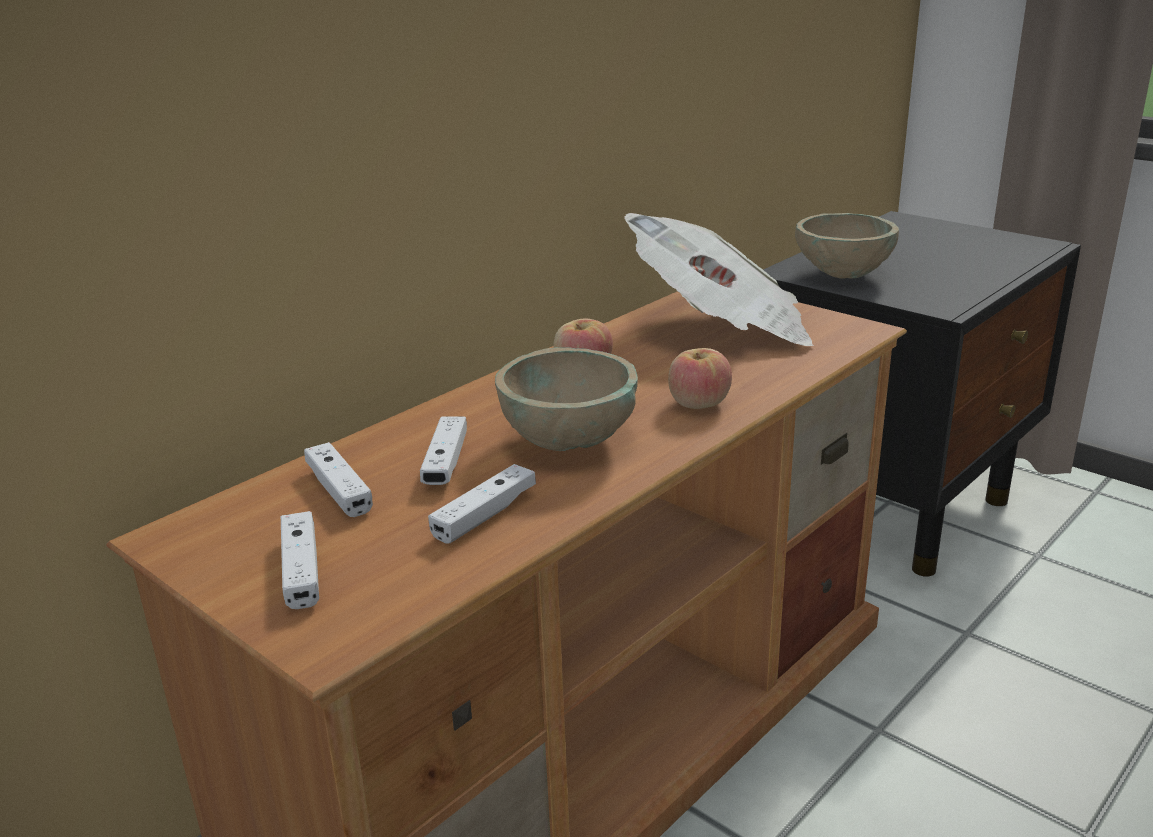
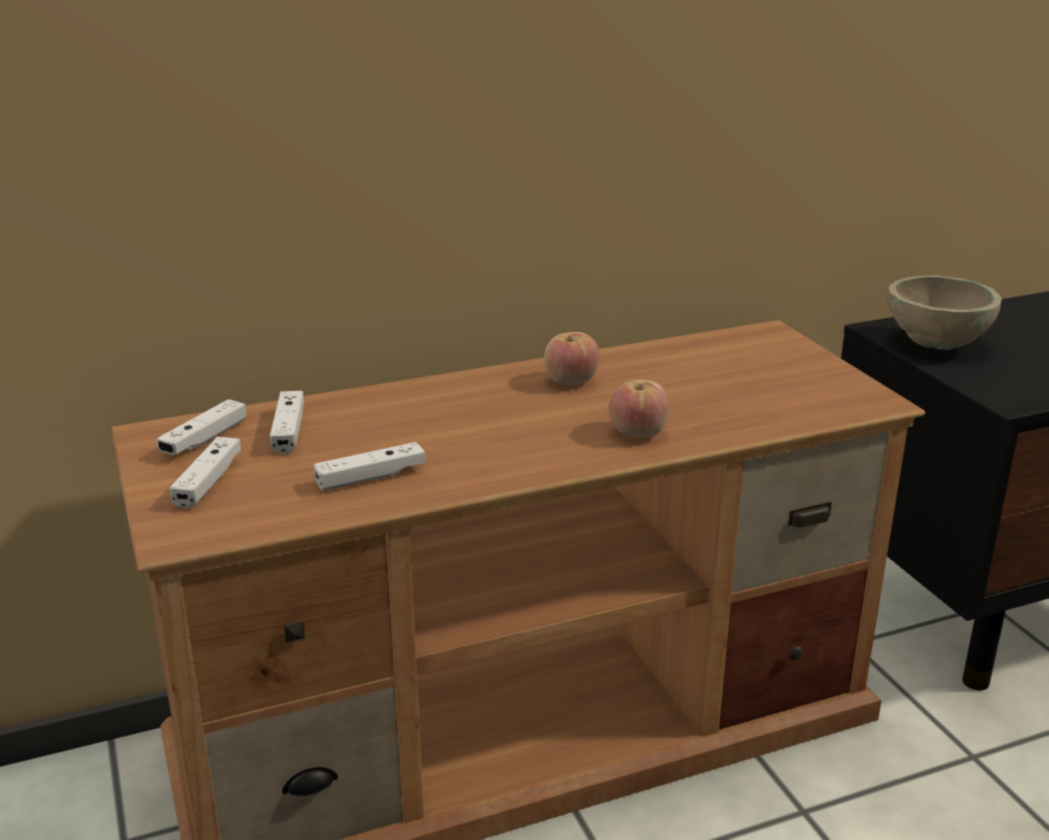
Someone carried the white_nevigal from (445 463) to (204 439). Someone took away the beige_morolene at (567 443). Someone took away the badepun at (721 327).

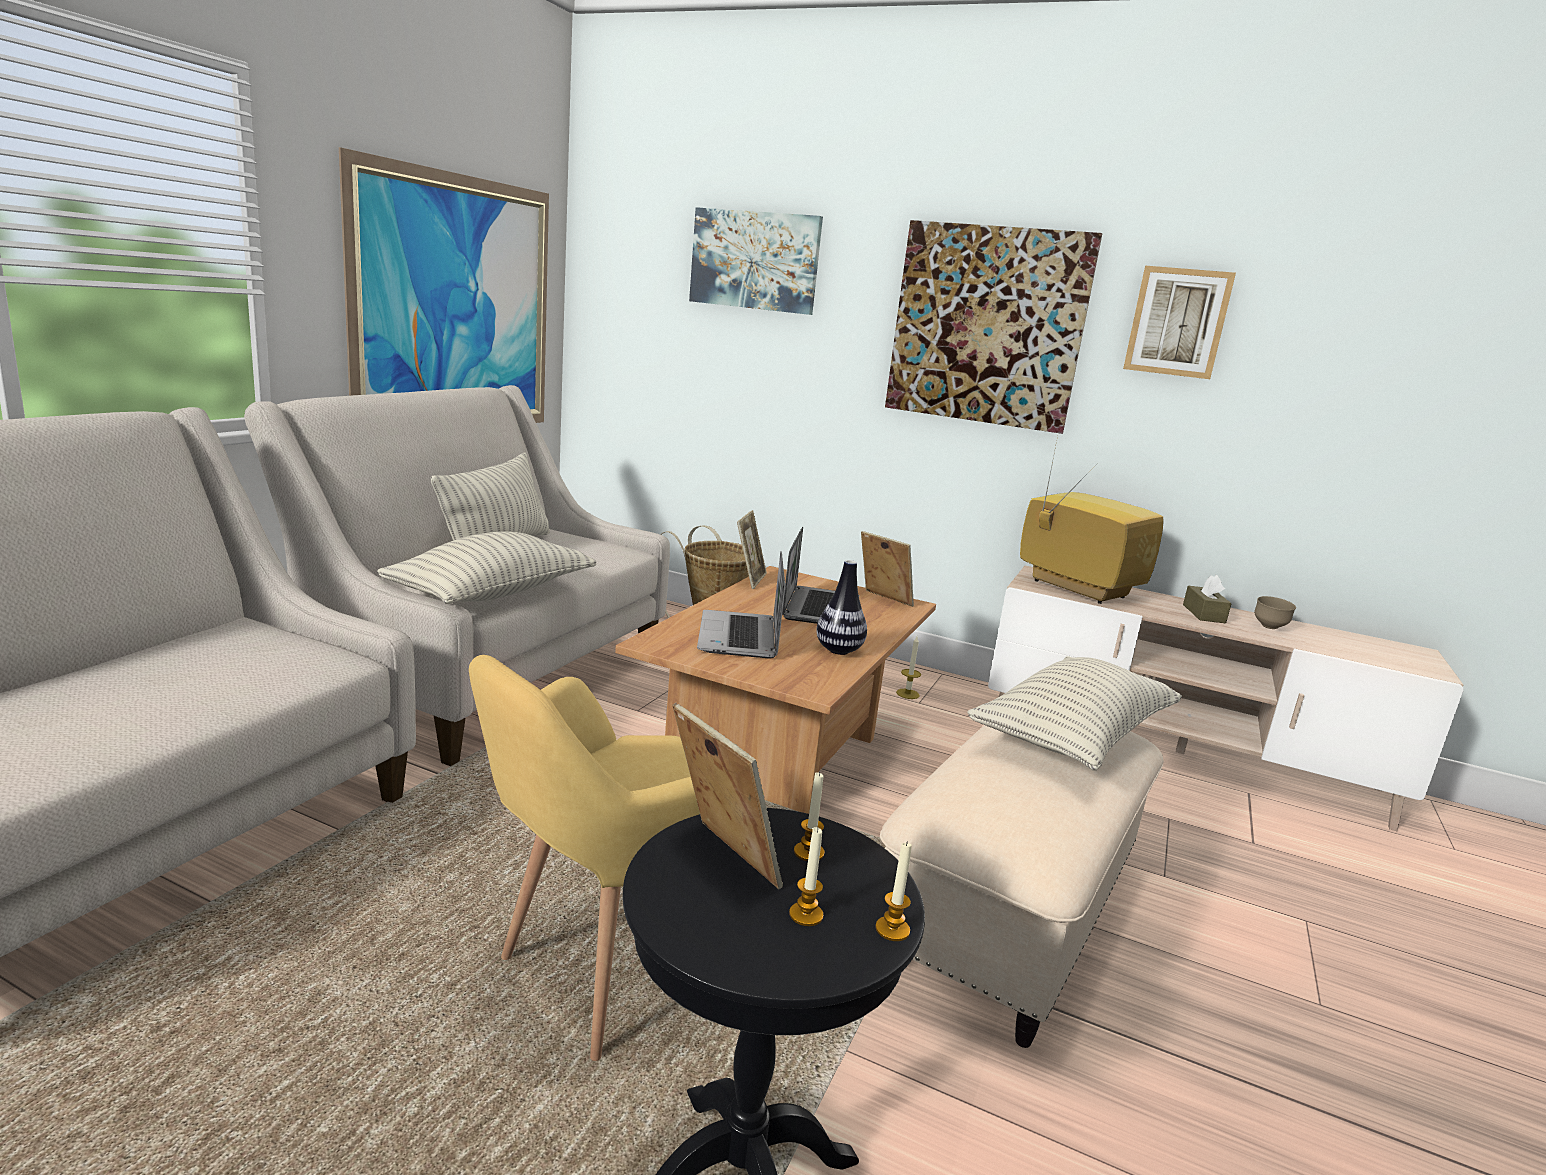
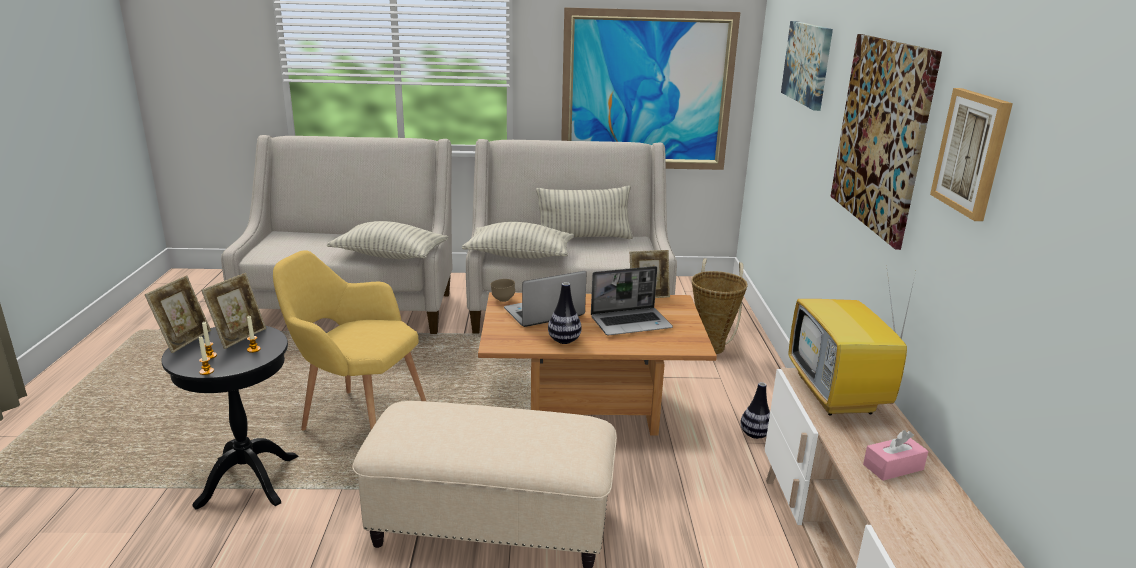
Someone carried the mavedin from (882 600) to (184 340). Someone carried the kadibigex from (1073 737) to (390 256). Someone carried the brown_morolene from (1269 627) to (502 300). Someone swapped the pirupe at (907 694) for the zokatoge at (755 435). Someone rotated the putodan at (1075 588) by 150 degrees clockwise. Someone repainted the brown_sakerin at (1203 614), which became the pink_sakerin at (893 467).

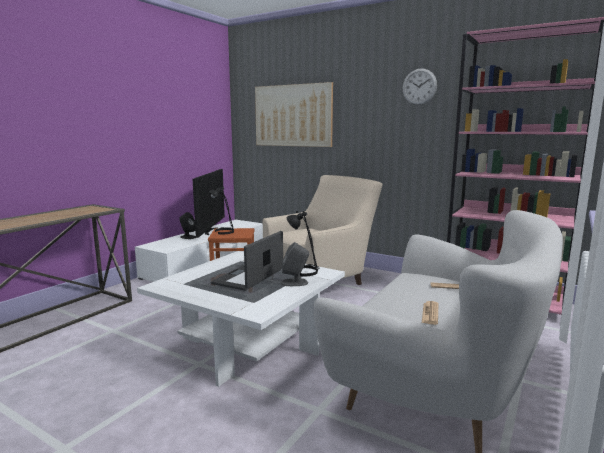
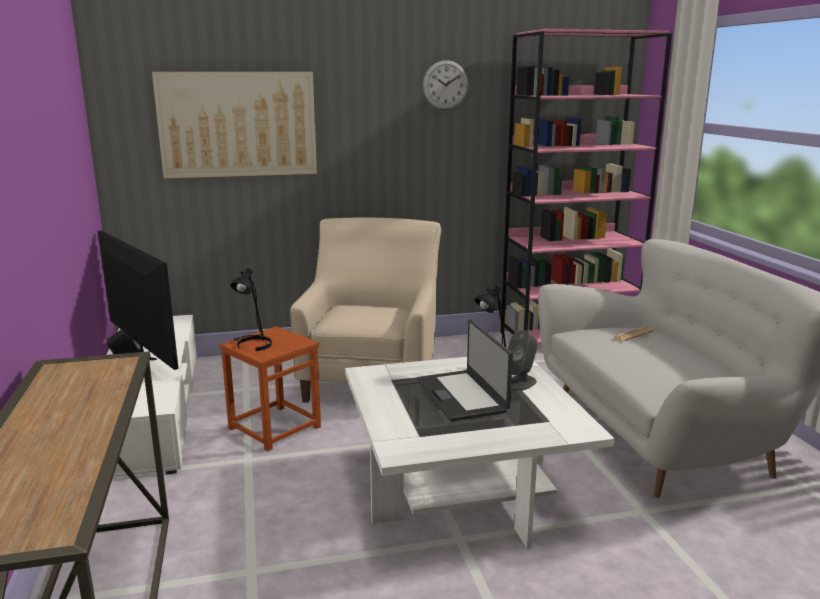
Someone took away the badepun at (430 313).

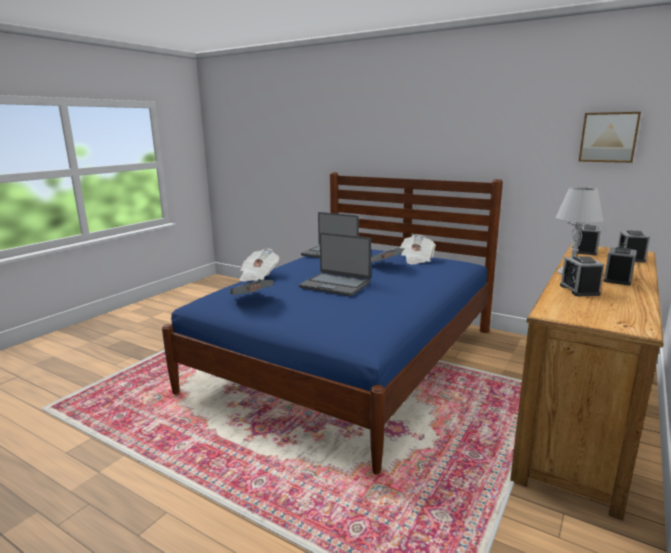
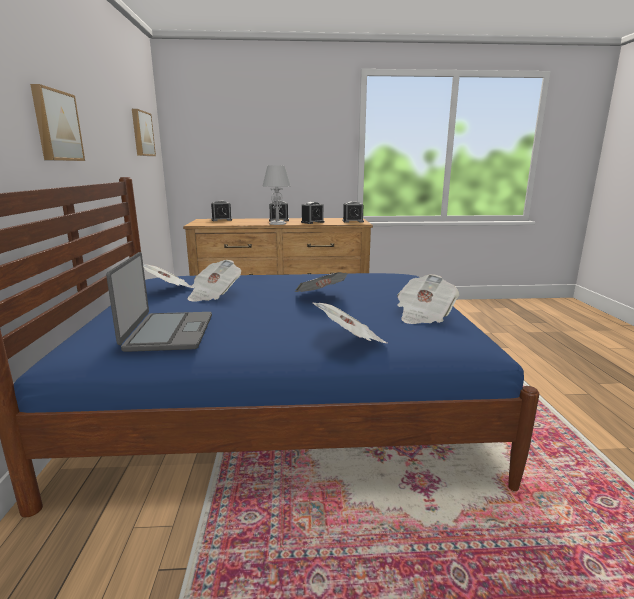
Someone put up the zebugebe at (56 126). Someone swapped the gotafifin at (335 285) for the badepun at (320 297). Someone carried the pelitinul from (586 251) to (353 221).

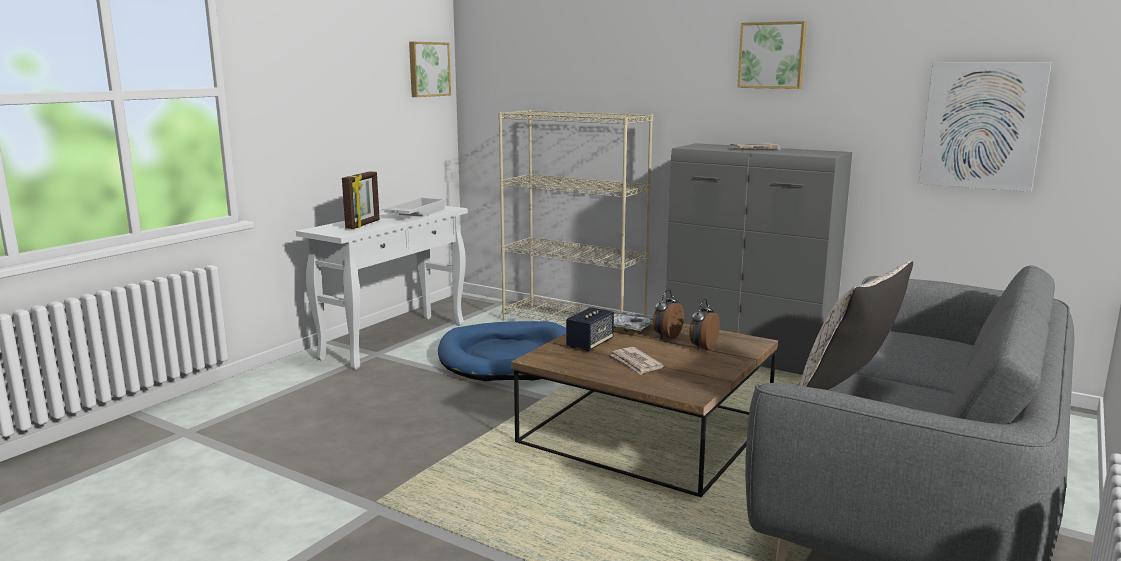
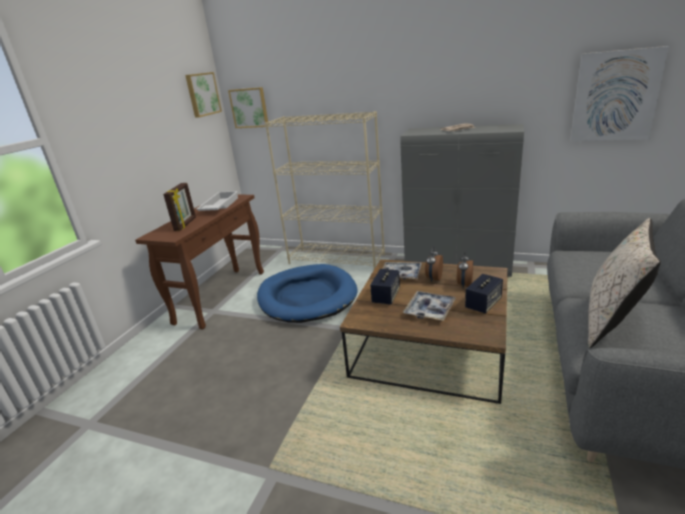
Someone repainted the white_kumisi at (395 340), which became the brown_kumisi at (222 296). Someone carried the zebugebe from (772 55) to (249 108). Someone swapped the badepun at (636 363) for the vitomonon at (429 310). Someone put down the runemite at (483 304).

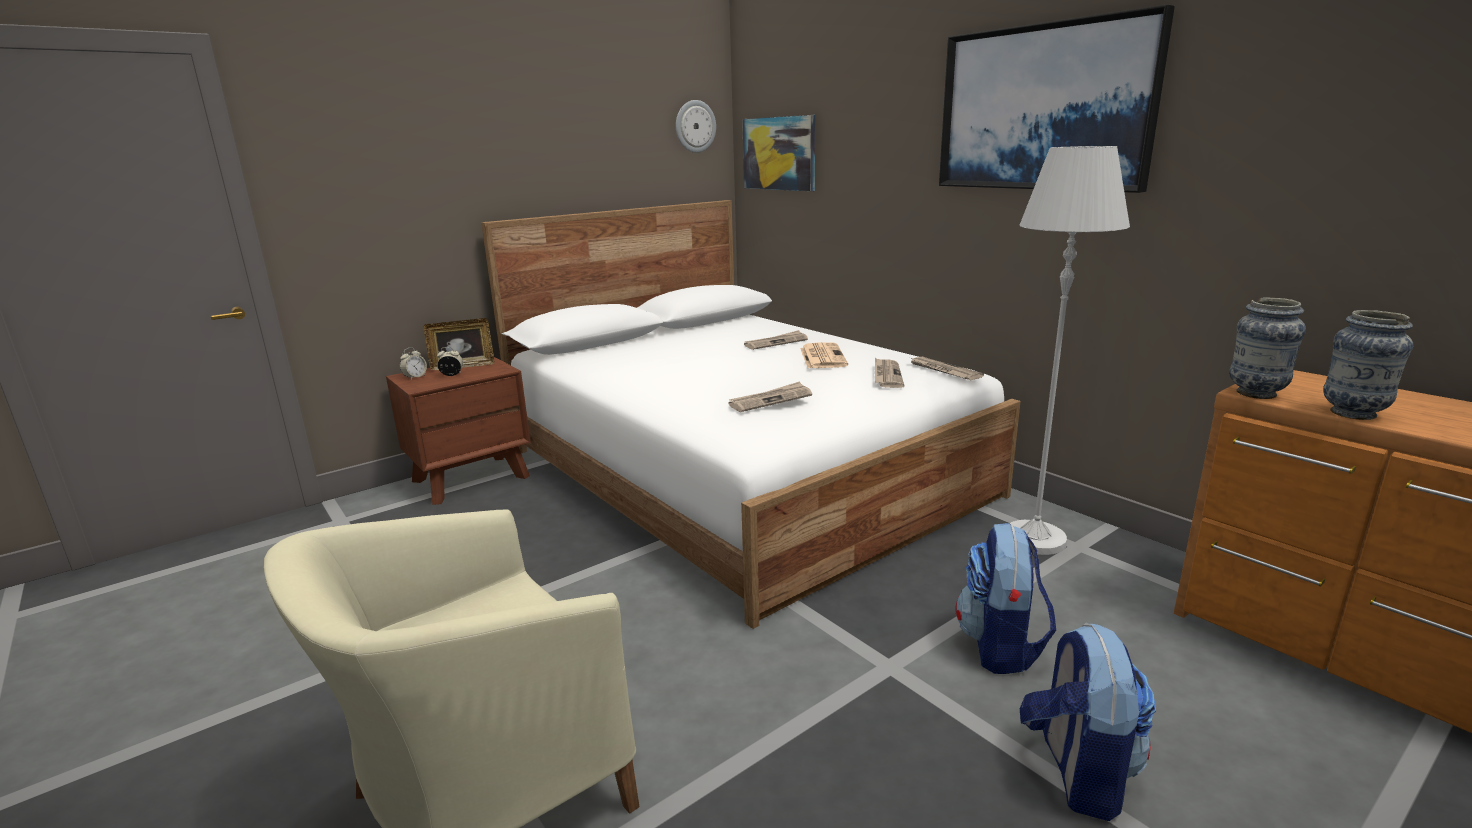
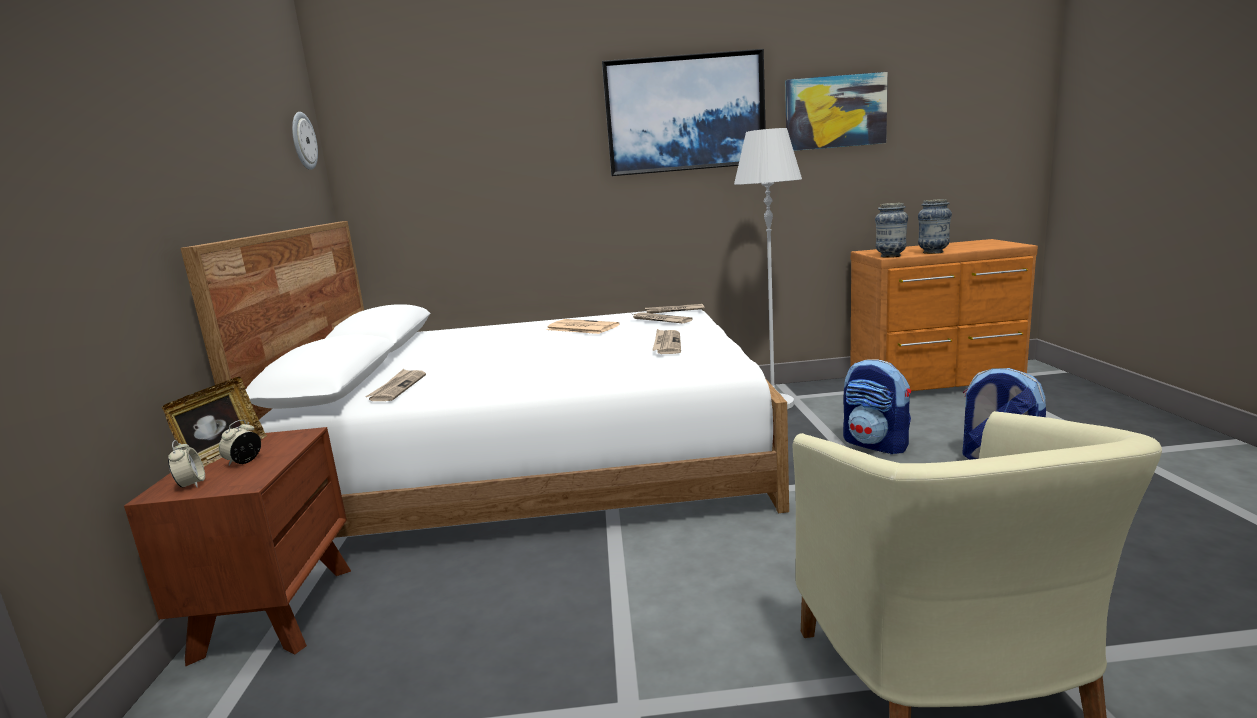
Someone carried the badepun from (776 342) to (397 387). Someone carried the zebugebe from (779 153) to (835 112).

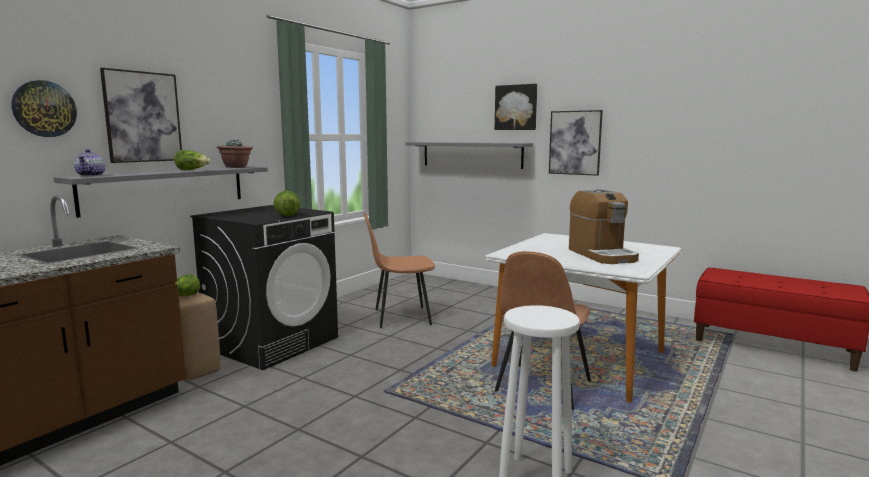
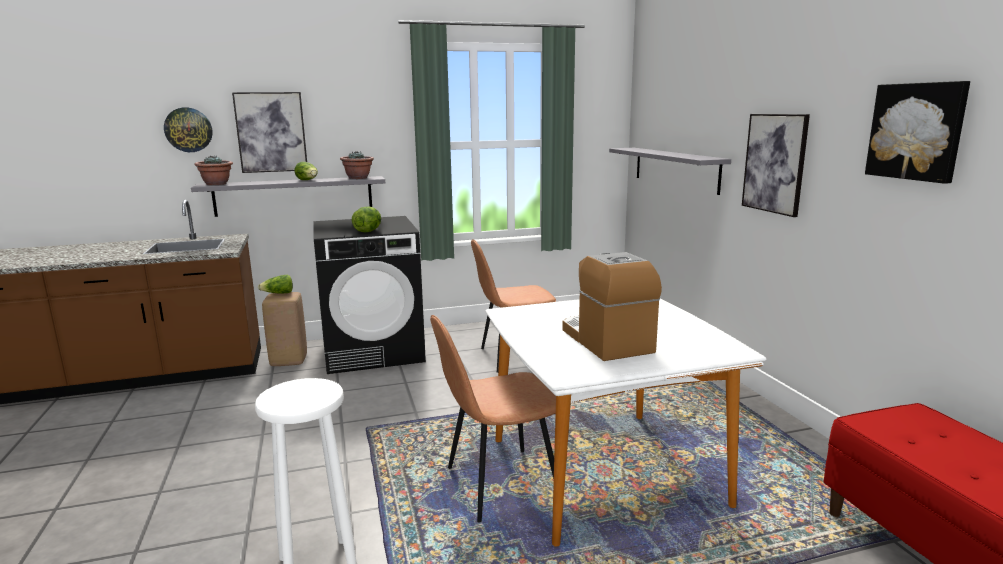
Someone swapped the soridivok at (91 175) for the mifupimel at (216 184). Someone rotated the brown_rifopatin at (400 317) by 45 degrees counterclockwise. Someone rotated the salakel at (602 255) by 135 degrees clockwise. Someone carried the zebugebe from (516 107) to (917 131).

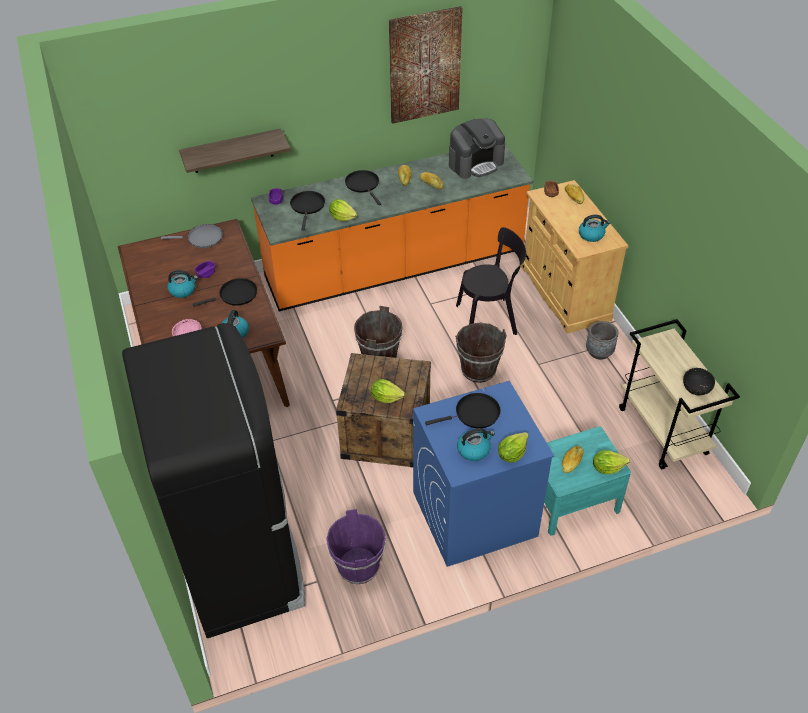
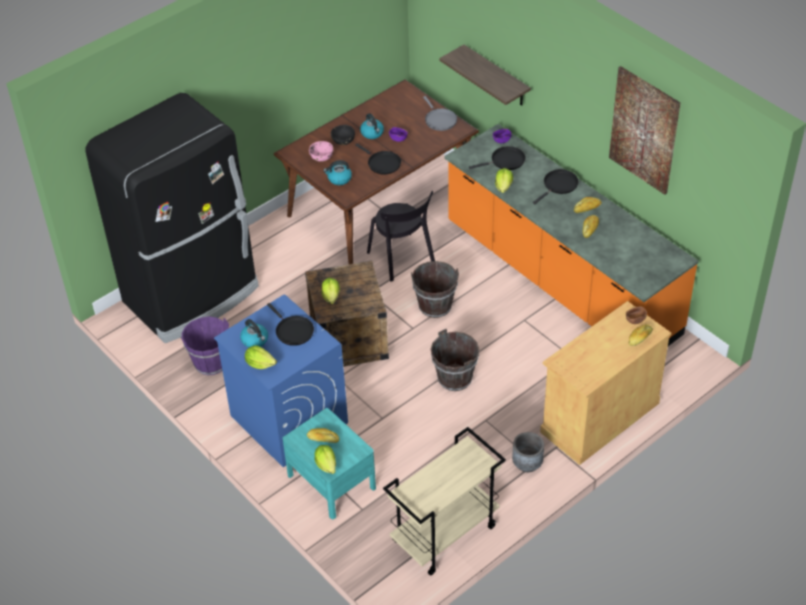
Someone carried the black_morolene from (696 388) to (343 140). Someone carried the black_rifopatin from (489 319) to (402 259). Someone took away the salakel at (476 163). Someone took away the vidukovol at (591 235).

